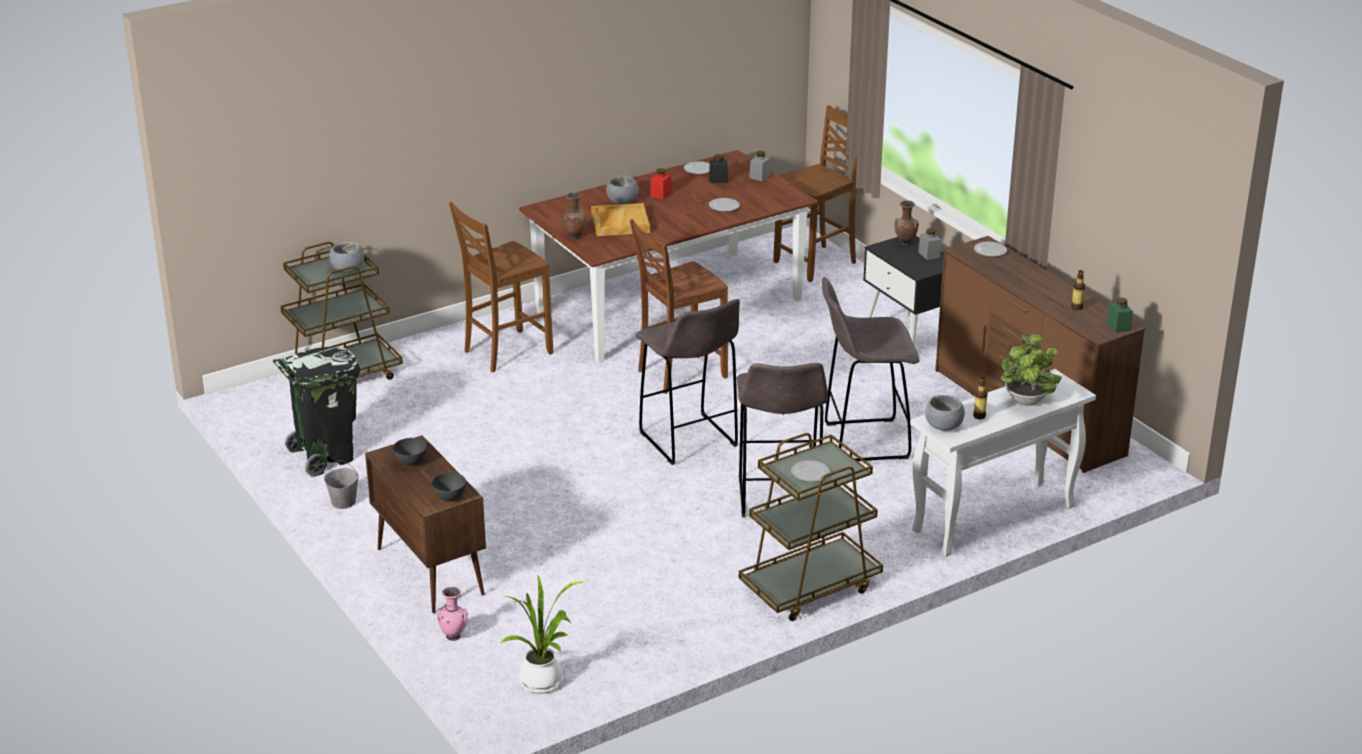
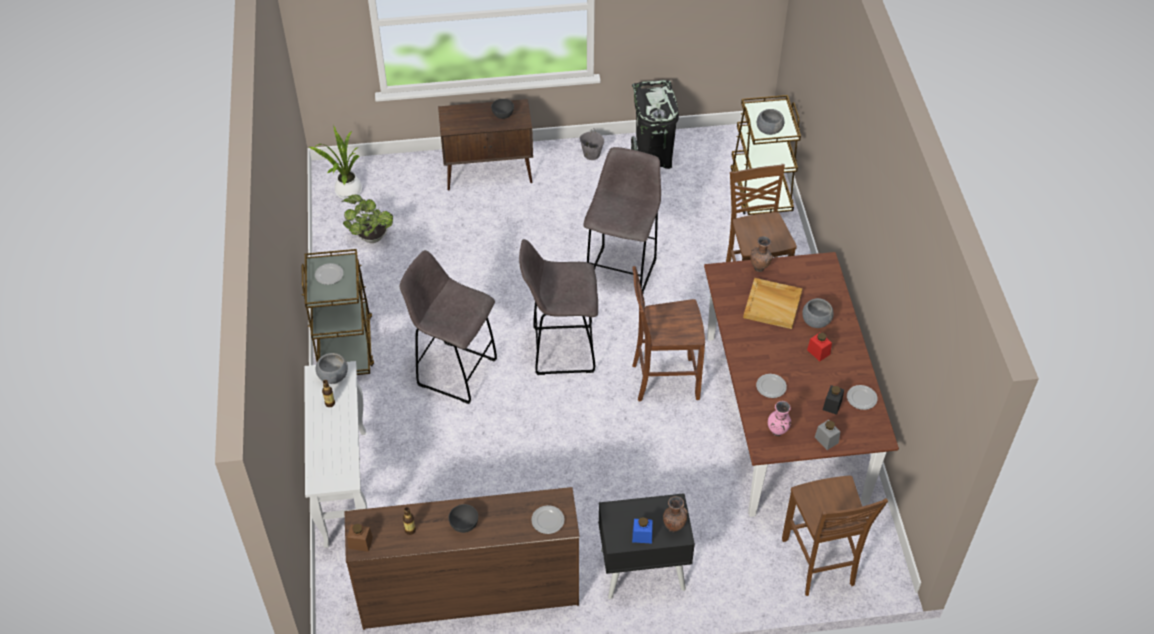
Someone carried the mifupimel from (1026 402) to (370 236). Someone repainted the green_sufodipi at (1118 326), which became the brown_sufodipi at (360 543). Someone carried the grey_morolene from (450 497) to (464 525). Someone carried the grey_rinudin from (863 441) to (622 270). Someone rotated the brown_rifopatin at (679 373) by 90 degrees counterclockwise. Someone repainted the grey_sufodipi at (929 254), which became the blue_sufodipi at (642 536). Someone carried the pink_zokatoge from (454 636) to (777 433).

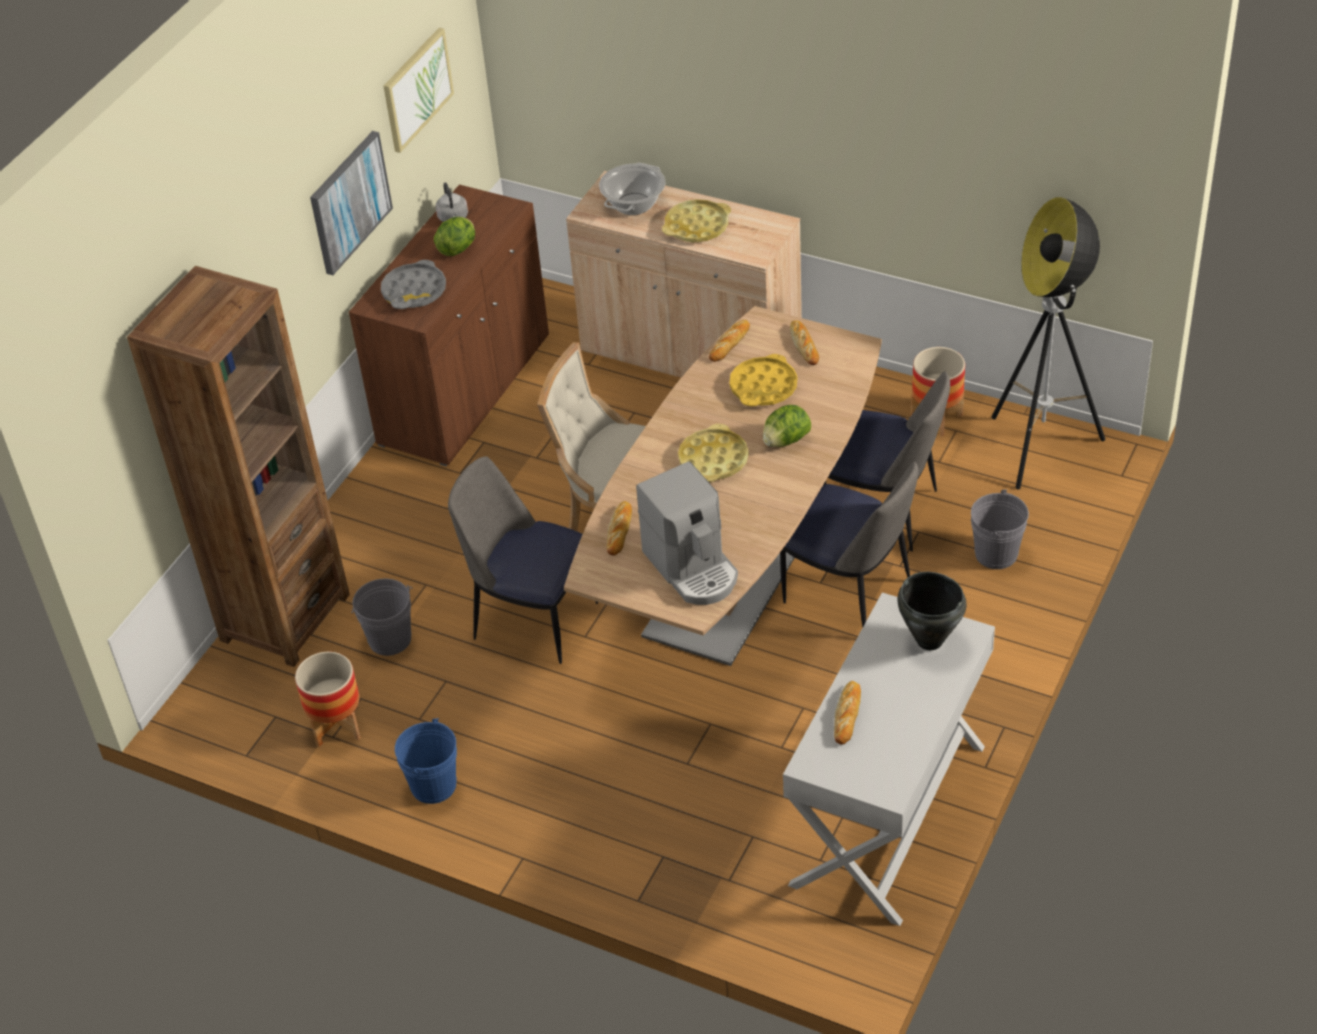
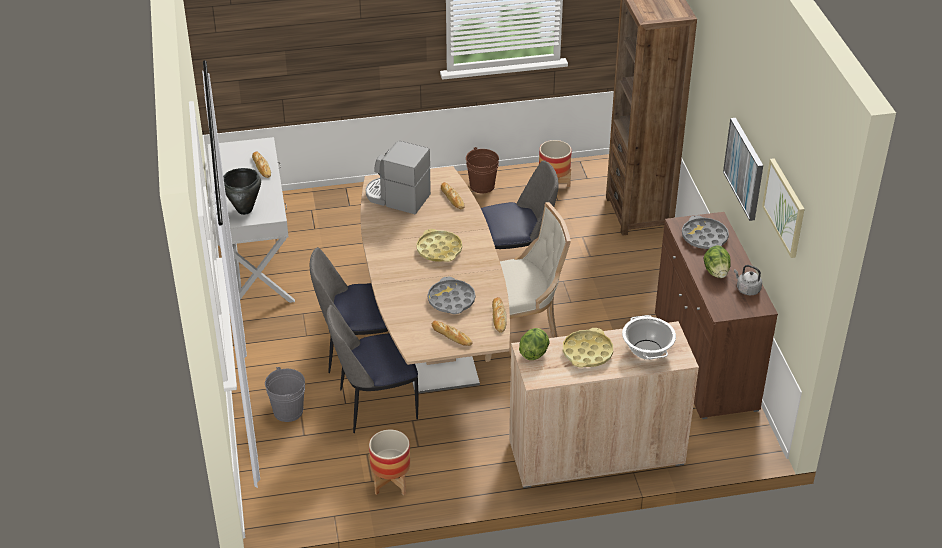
Someone repainted the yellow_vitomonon at (763 387), which became the grey_vitomonon at (451 300). Someone repainted the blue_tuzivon at (433 785), which became the brown_tuzivon at (482 186). Someone carried the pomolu from (786 441) to (534 353). Someone took away the grey_tuzivon at (389 639). Someone took away the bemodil at (1042 448).

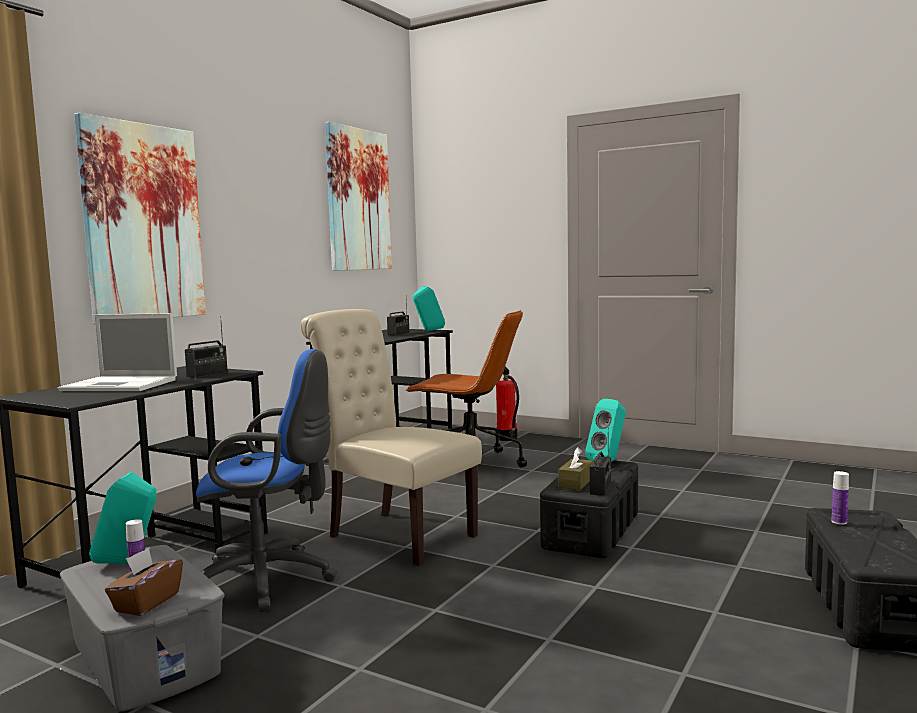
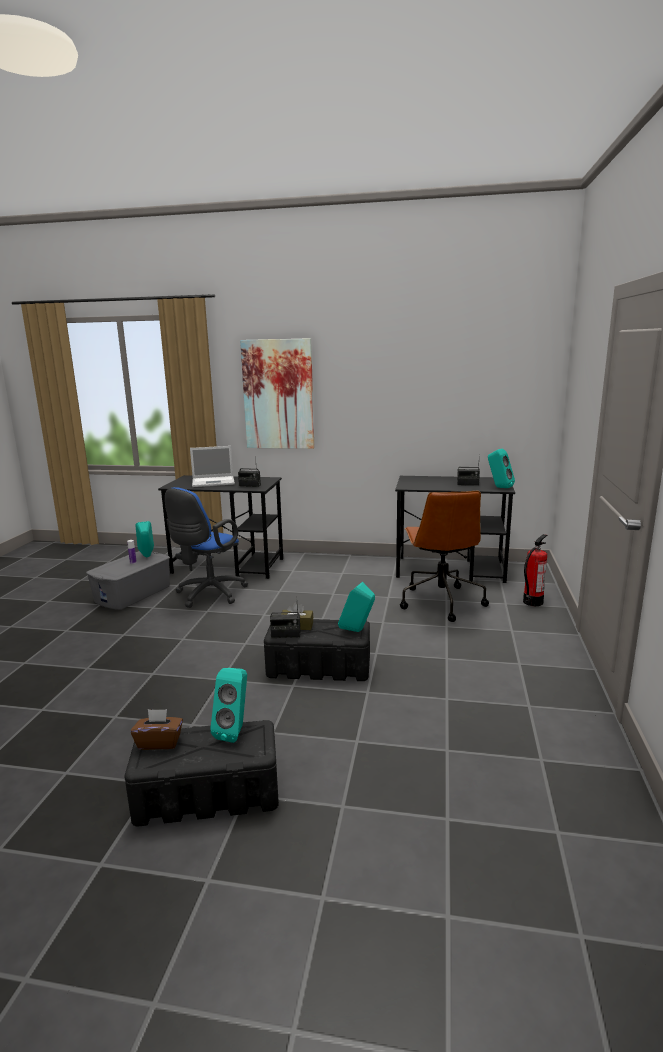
Someone carried the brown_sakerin from (146 603) to (159 742). Someone rotated the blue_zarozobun at (270 581) by 45 degrees clockwise. Someone rotated the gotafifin at (122 385) by 90 degrees counterclockwise. Someone swapped the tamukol at (839 522) for the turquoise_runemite at (235 731). Someone took away the beige_rifopatin at (394 534). Someone took away the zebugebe at (358 200).

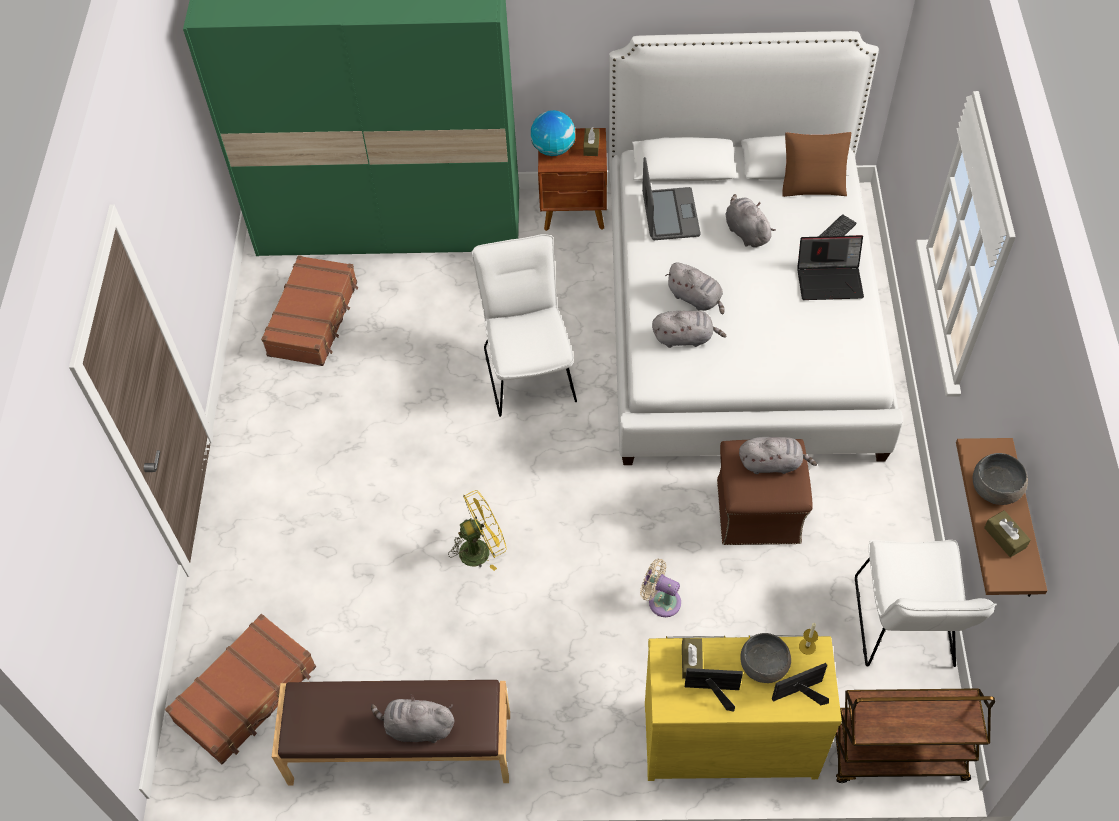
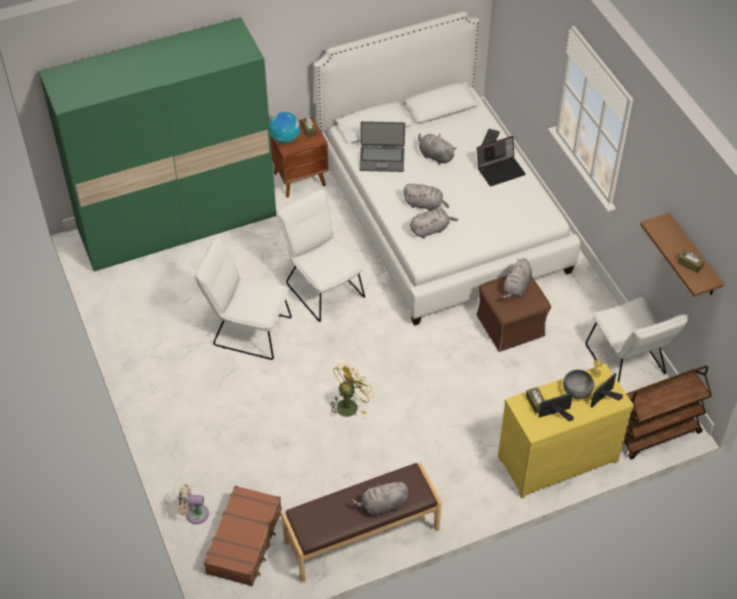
Someone carried the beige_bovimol from (661 600) to (194 514). Someone put down the white_rifopatin at (247 330). Someone rotated the gotafifin at (669 215) by 120 degrees clockwise. Someone rotated the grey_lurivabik at (772 463) by 135 degrees clockwise. Someone took away the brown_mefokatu at (314 319). Someone took away the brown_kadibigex at (813 183). Someone took away the grey_morolene at (995 489).

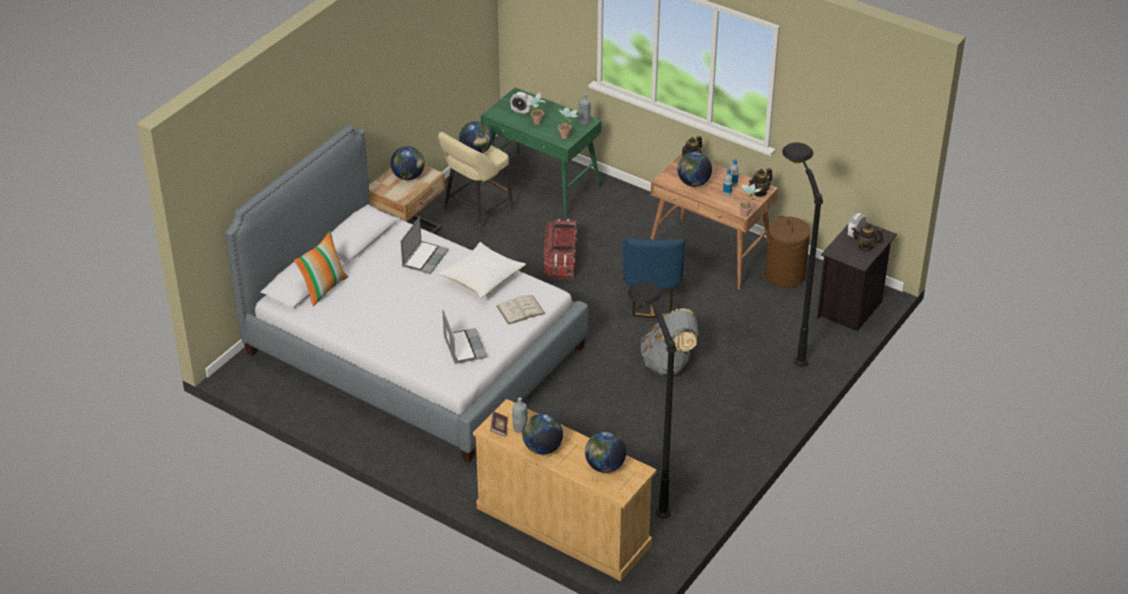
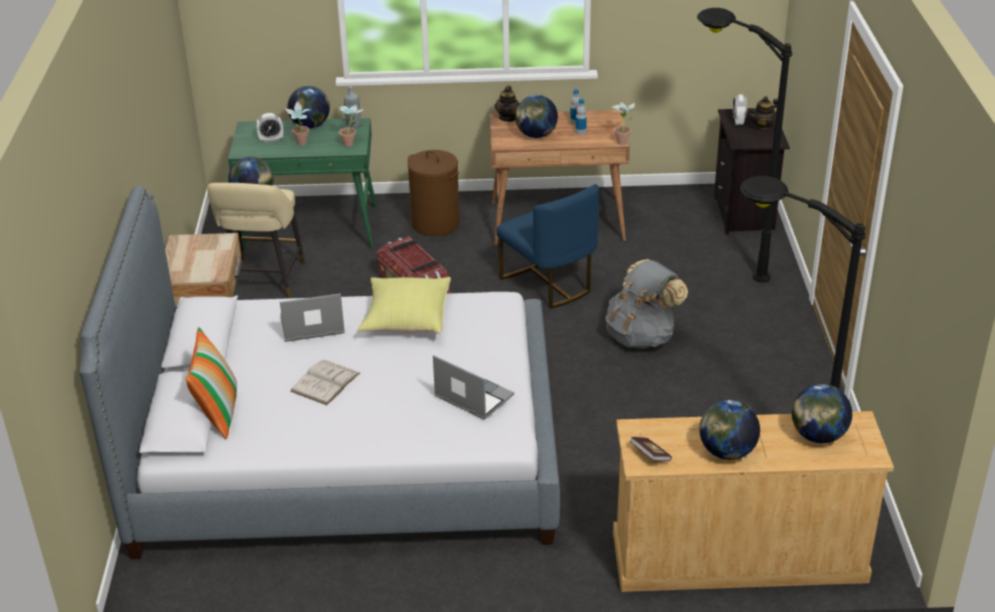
Someone rotated the gotafifin at (424 258) by 90 degrees counterclockwise. Someone carried the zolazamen from (408 177) to (310 126). Someone carried the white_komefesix from (520 310) to (325 382). Someone repainted the white_kadibigex at (482 279), which became the yellow_kadibigex at (406 319). Someone carried the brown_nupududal from (785 275) to (436 223). Someone took away the grey_tamukol at (520 428). Someone took away the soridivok at (759 192).

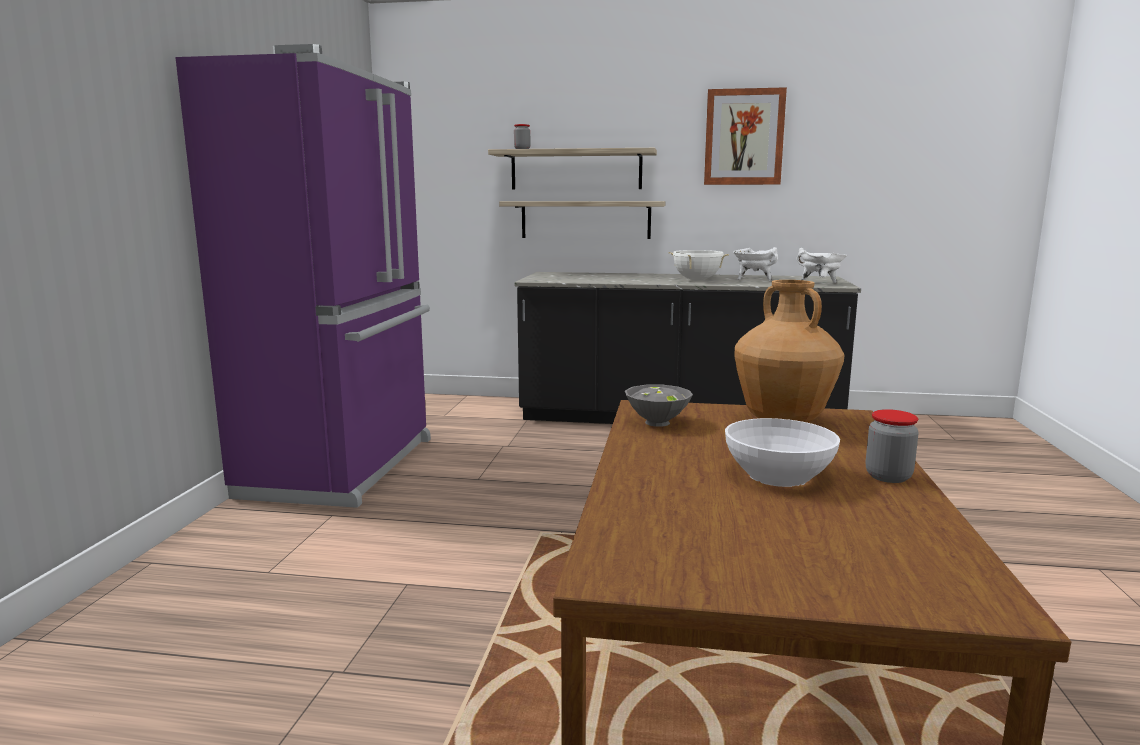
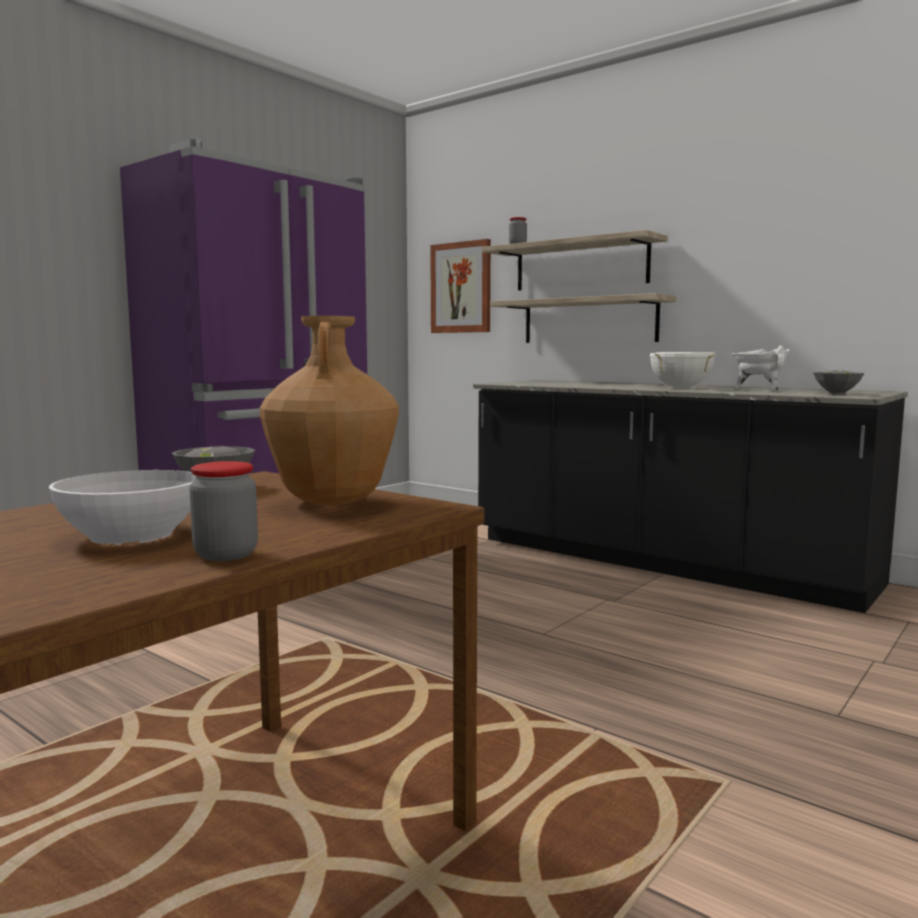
Someone carried the zebugebe from (744 137) to (461 287). Someone swapped the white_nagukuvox at (820 283) for the grey_morolene at (835 394).

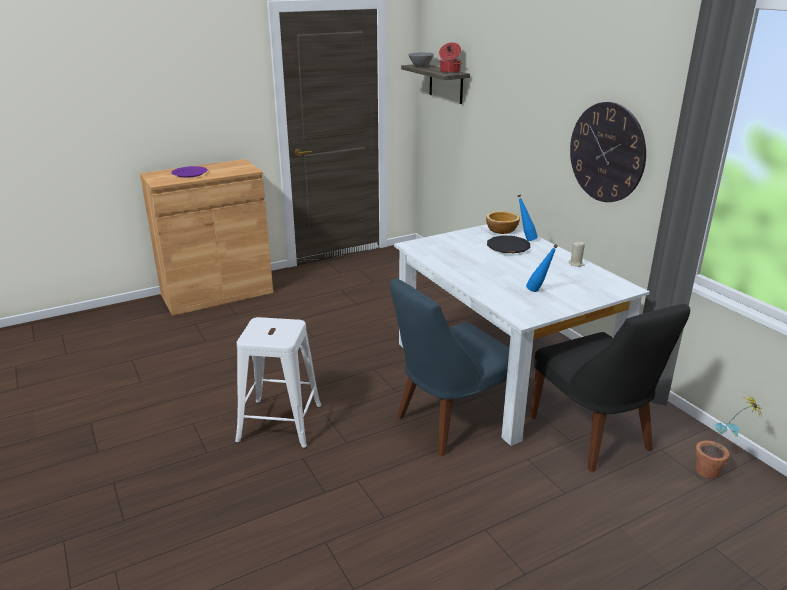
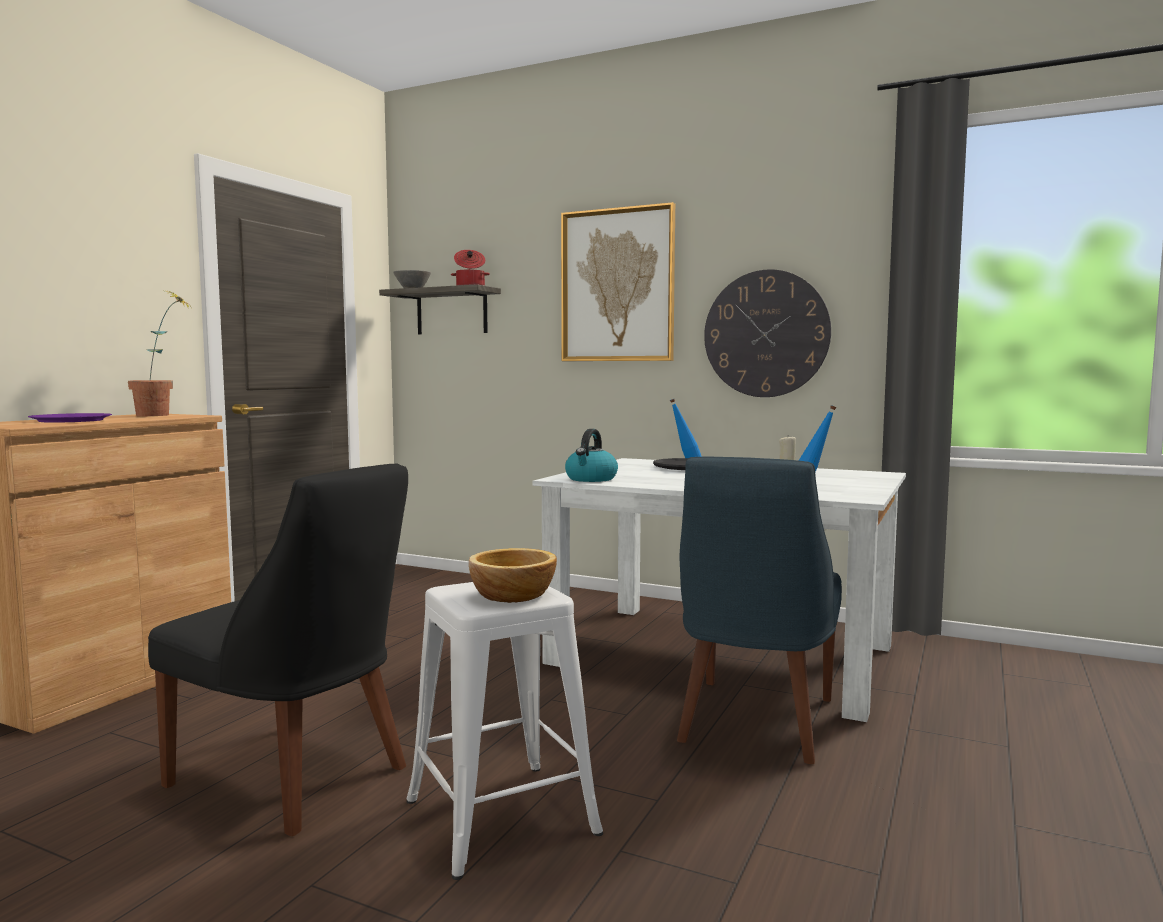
Someone carried the mifupimel from (715 473) to (163 415). Someone carried the black_rifopatin from (593 436) to (296 779). Someone carried the morolene from (501 230) to (513 595). Someone put up the zebugebe at (617 285). Someone put down the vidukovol at (591 479).

